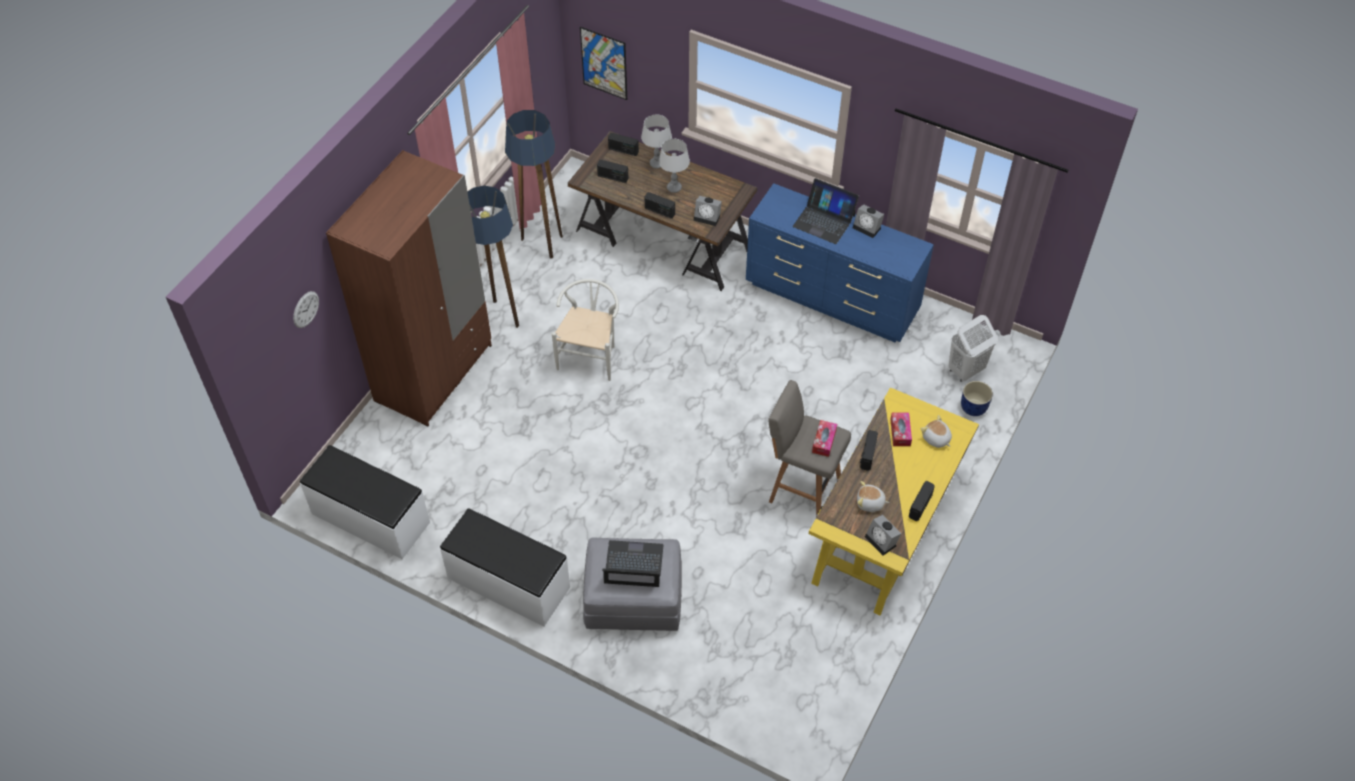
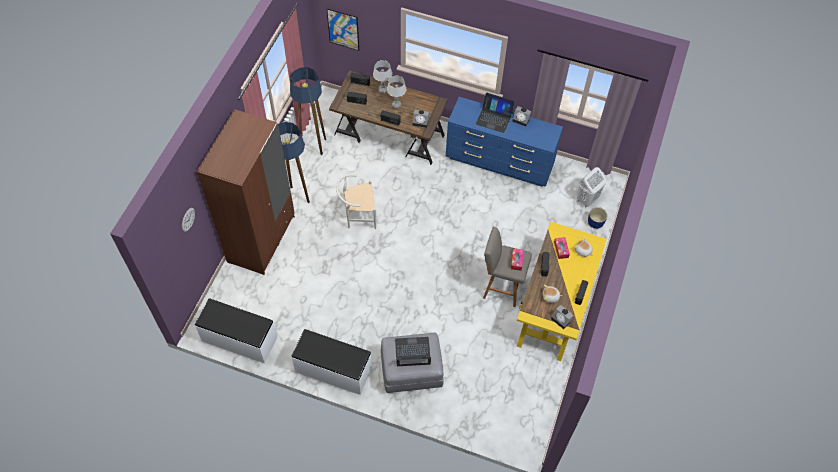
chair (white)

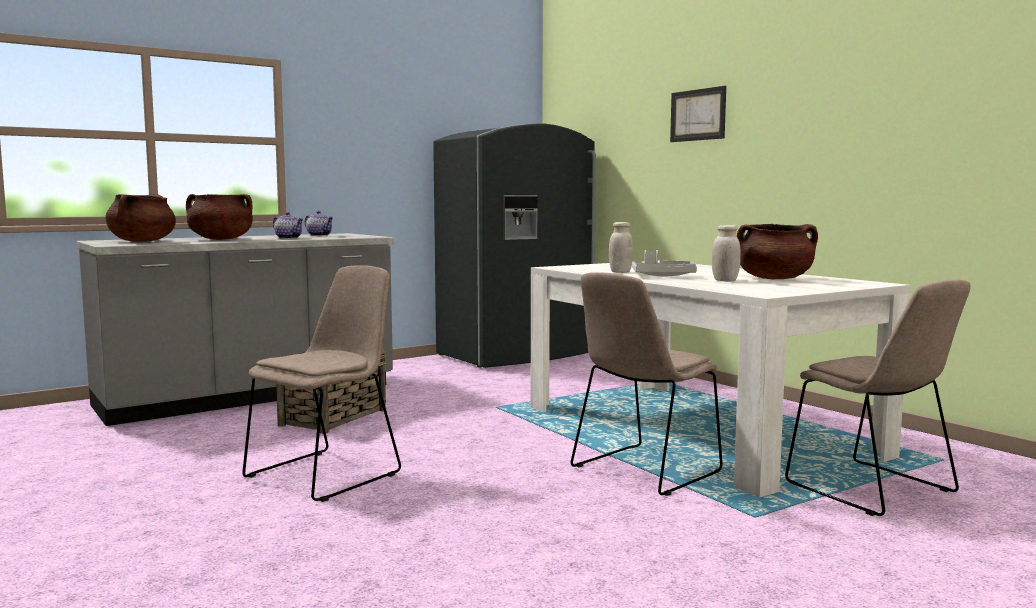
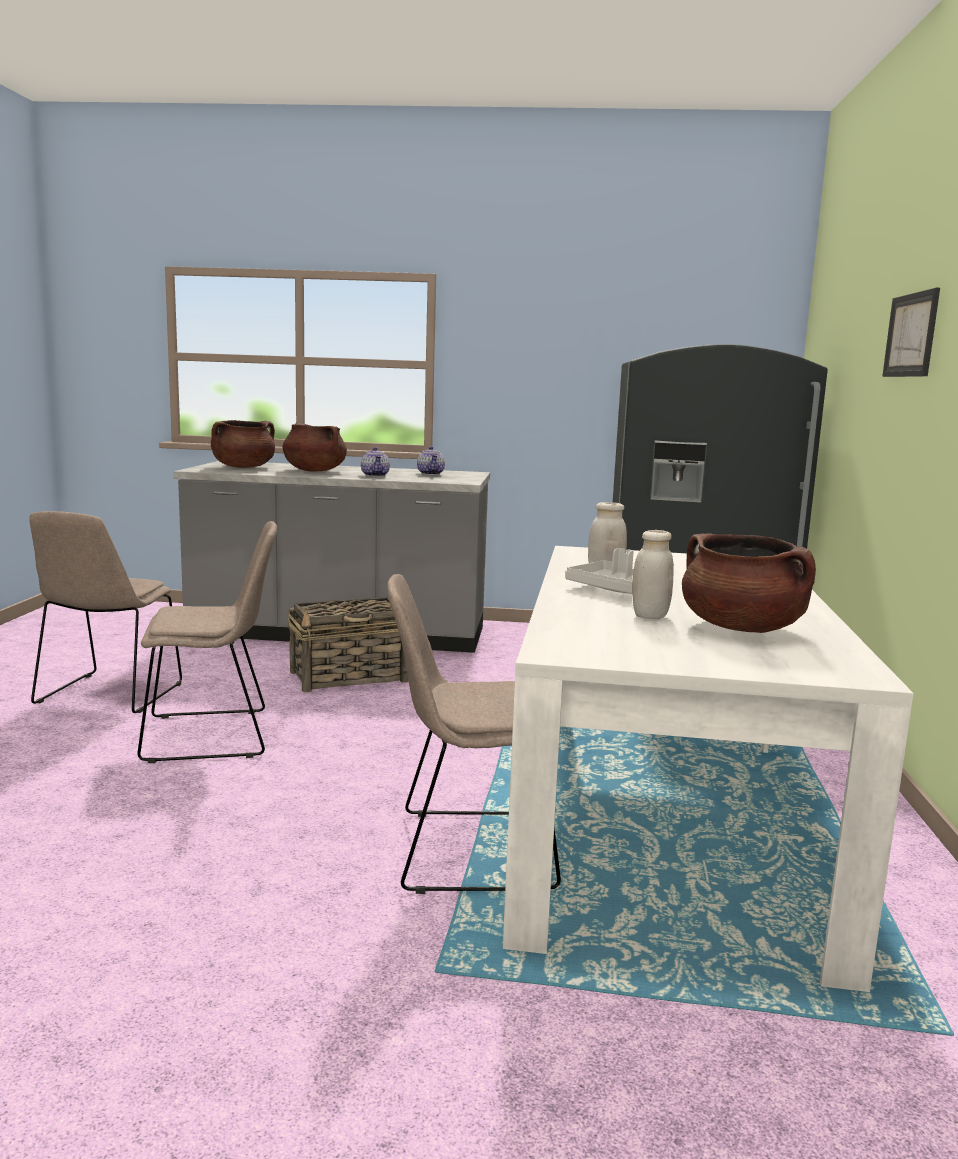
chair (beige) (no. 1 from left)

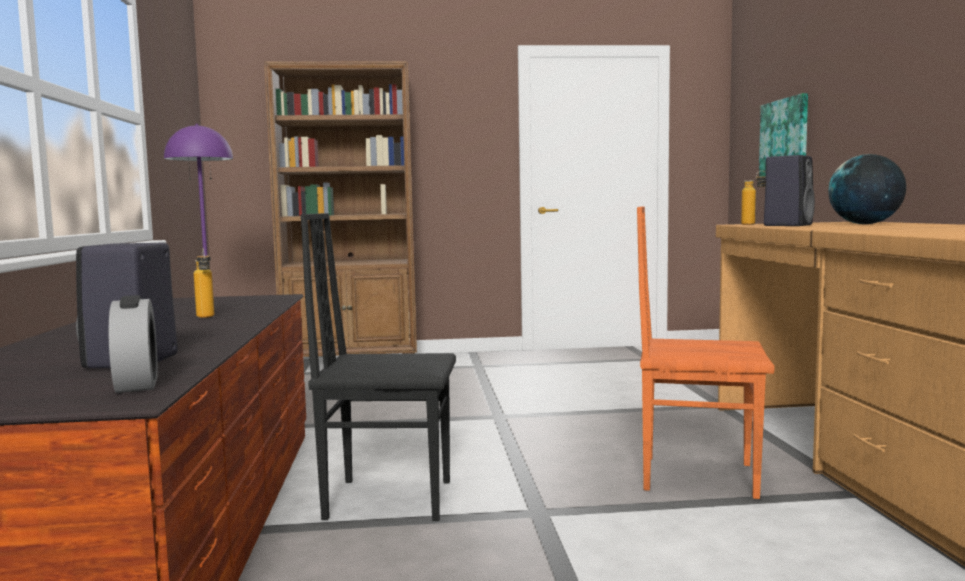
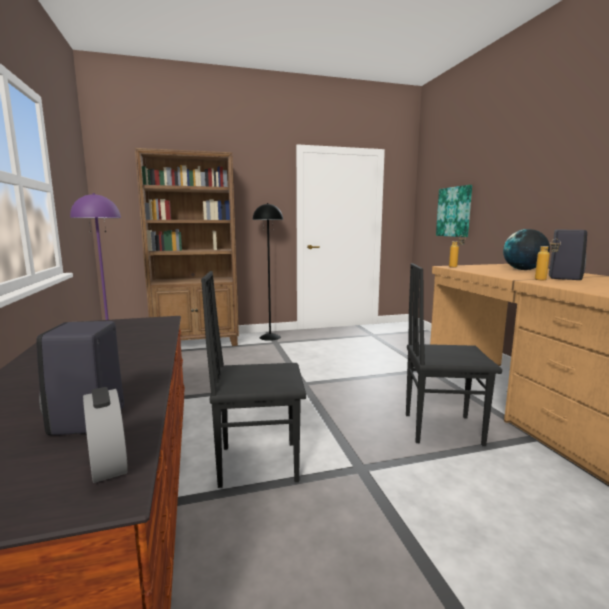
floor lamp (black); chair (black) (no. 2 from left); bottle (no. 2 from left); speaker (black) (no. 2 from left)

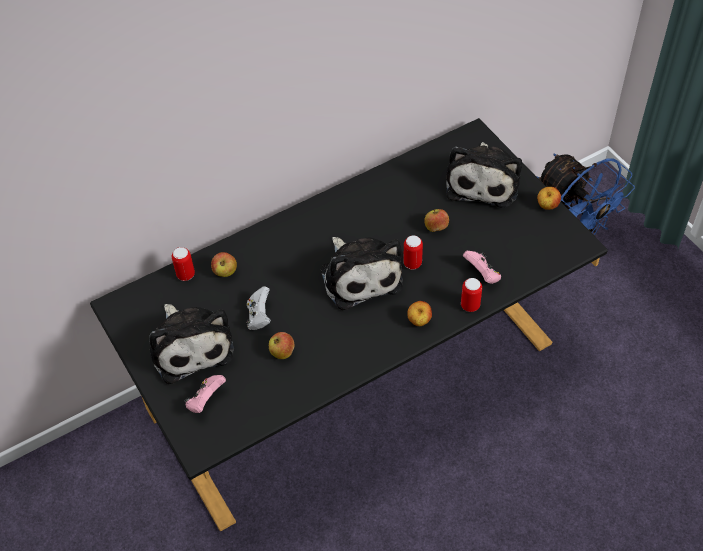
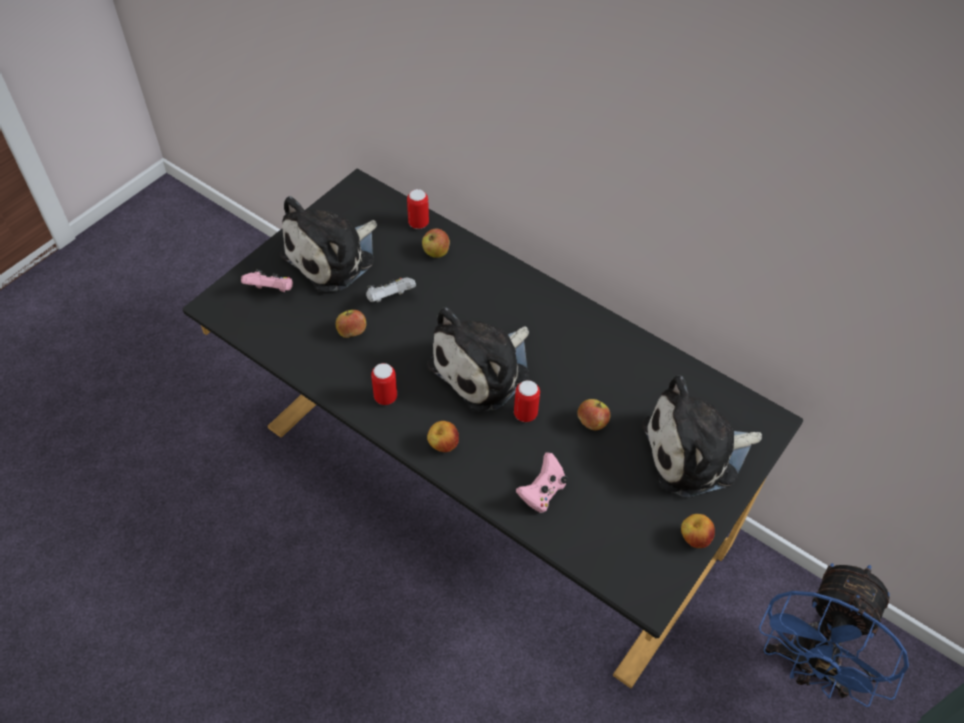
can (no. 1 from left)

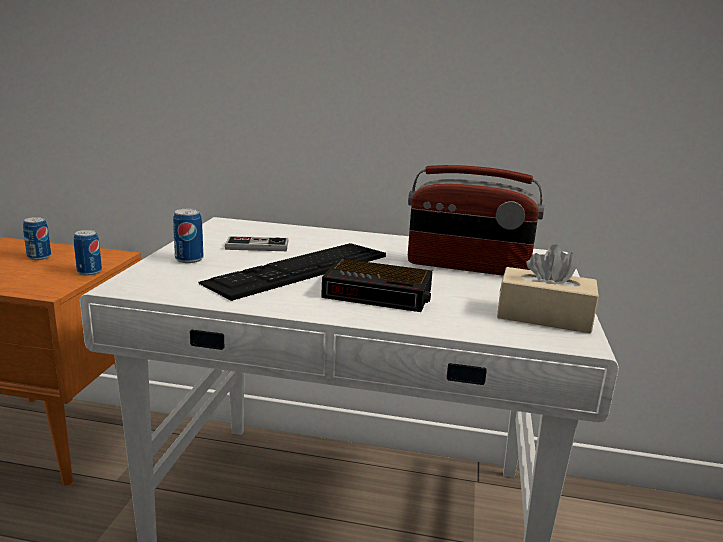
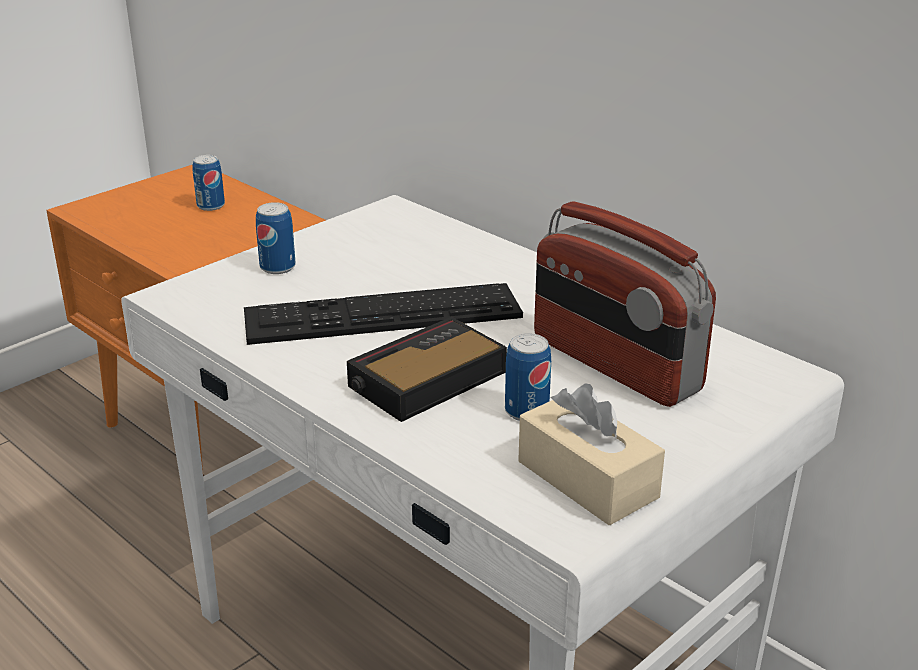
alarm clock; can (no. 3 from left); game controller

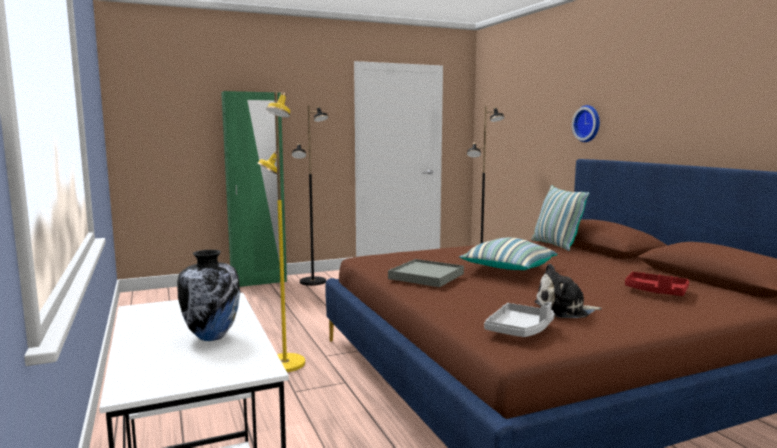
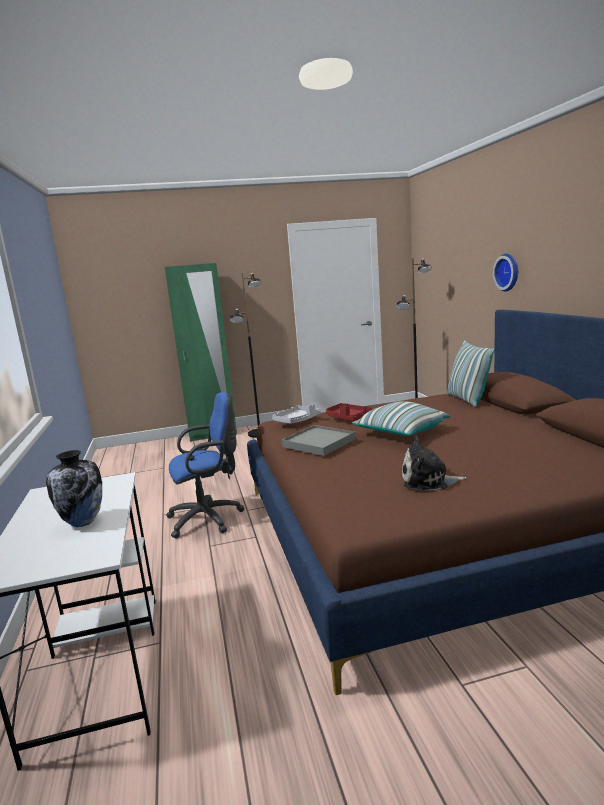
office chair (blue); tray (grey) (no. 1 from left); tray (red)

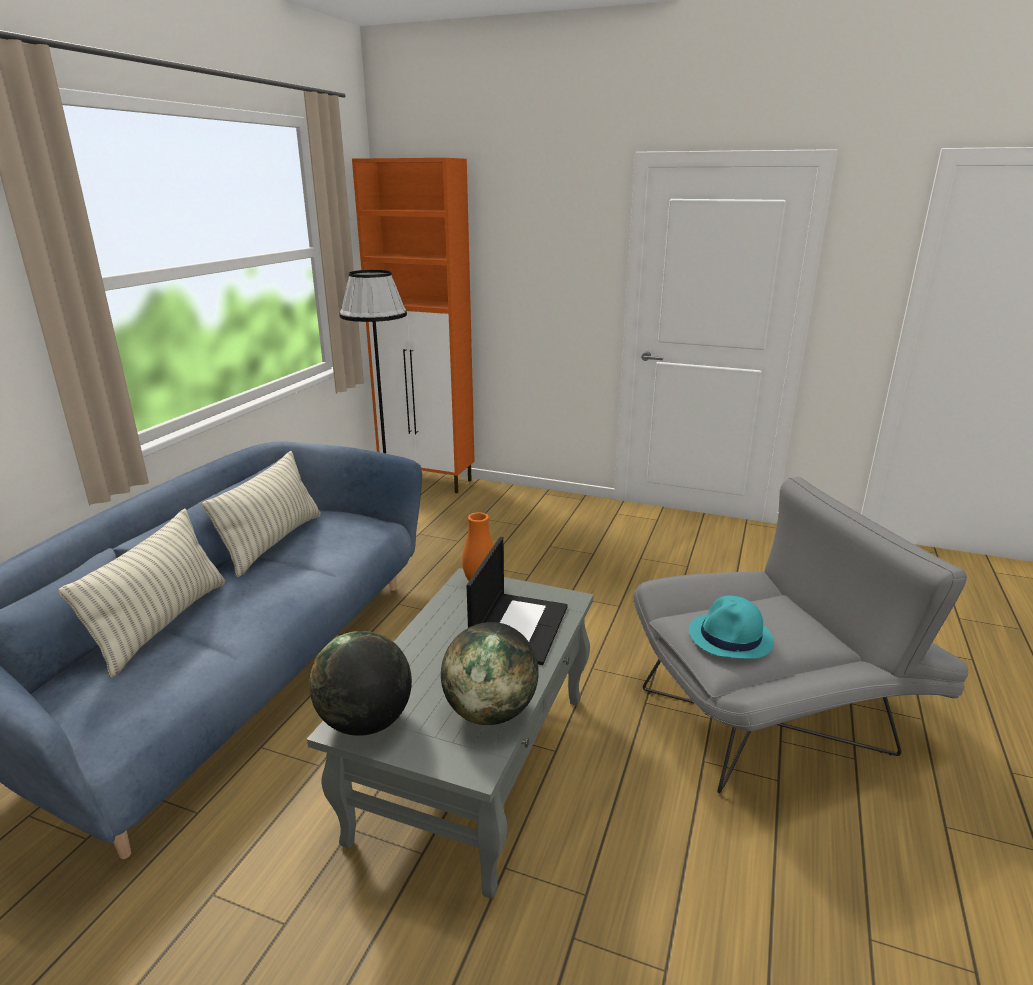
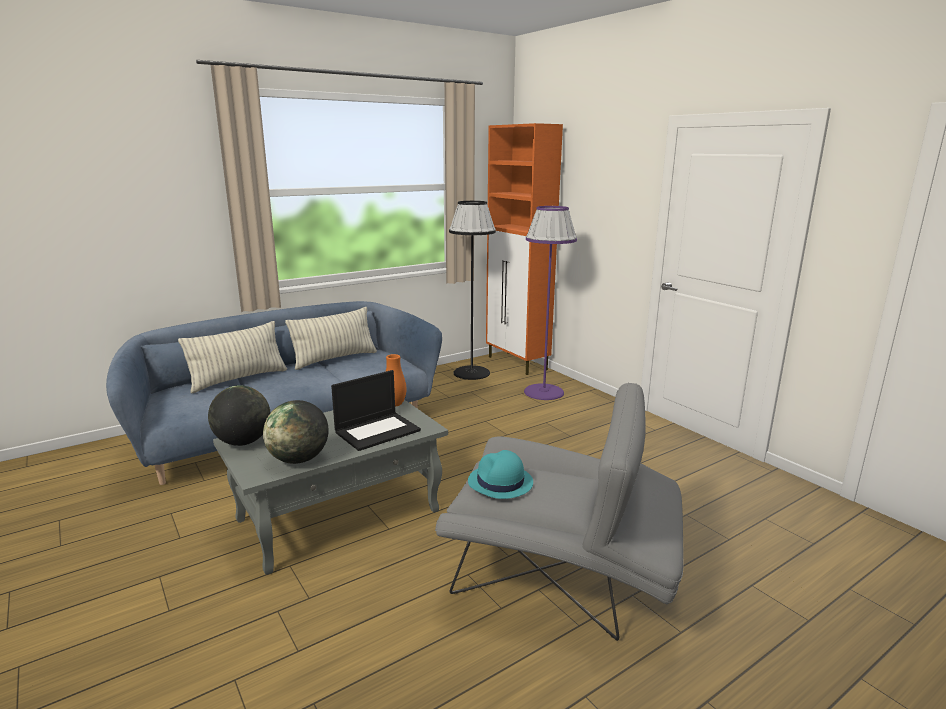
floor lamp (purple)

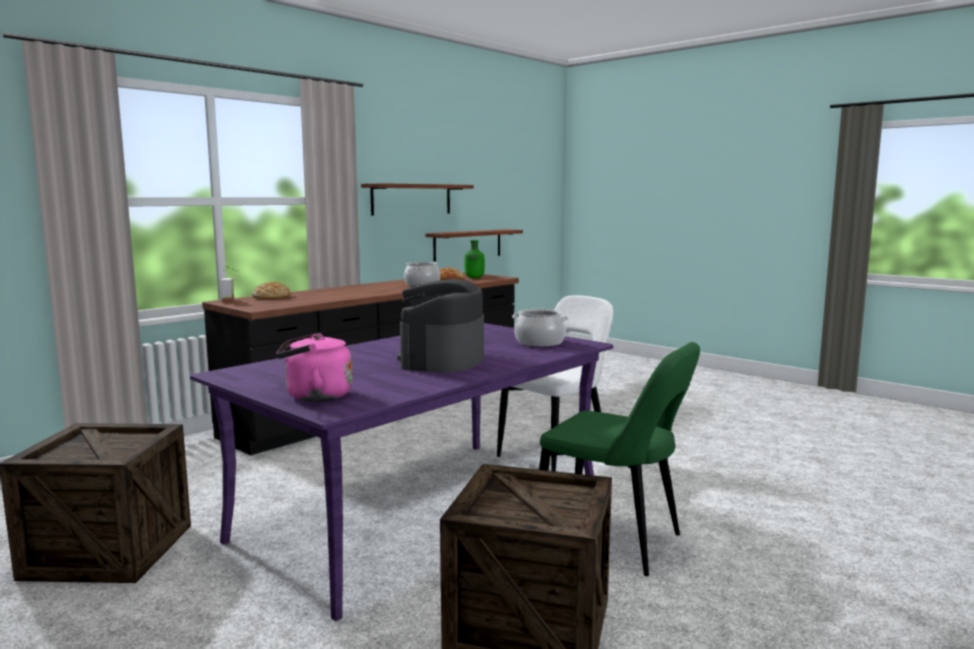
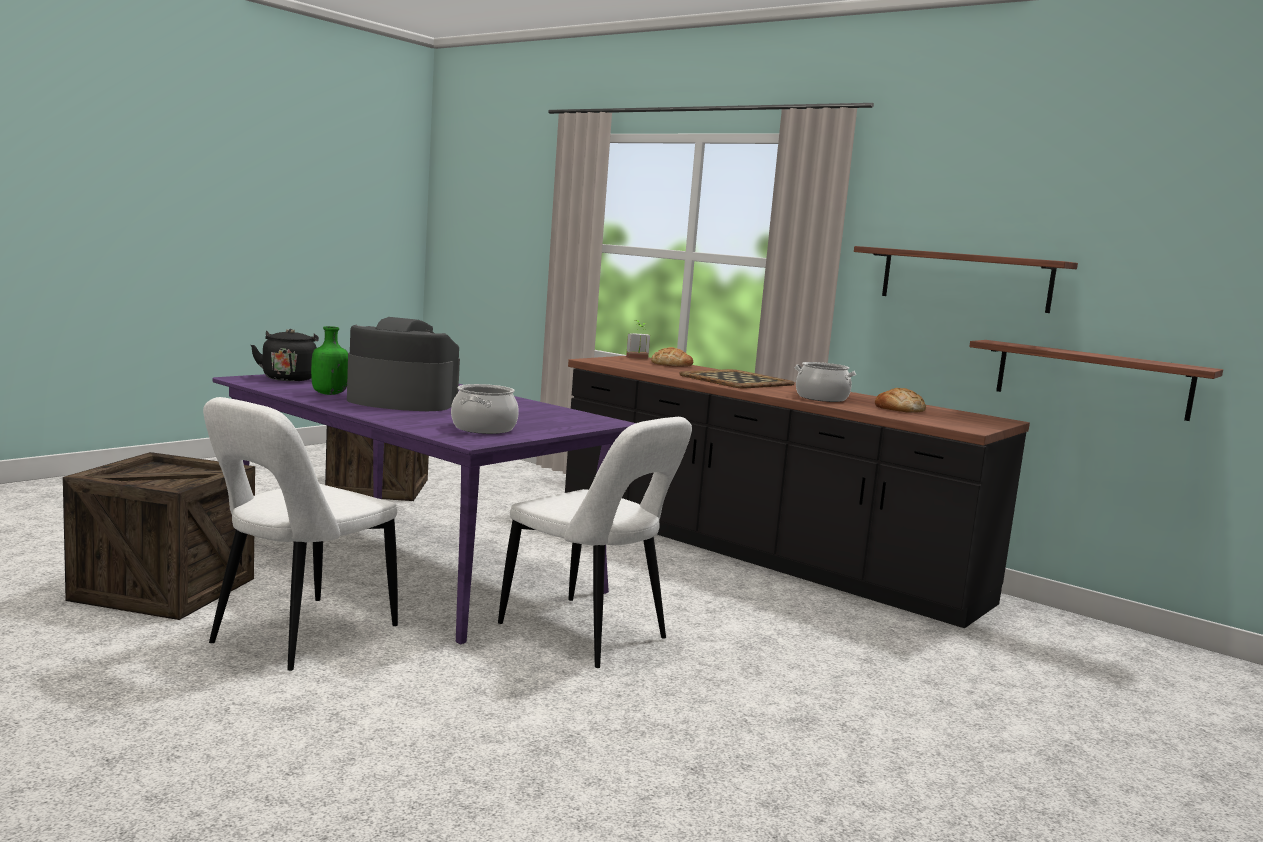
chair (white) (no. 1 from left); kettle (black); bottle (green); tray

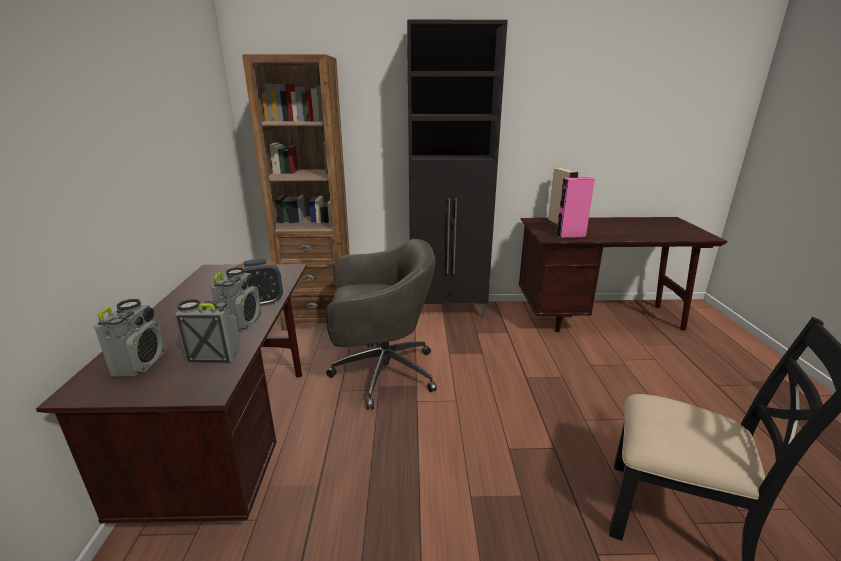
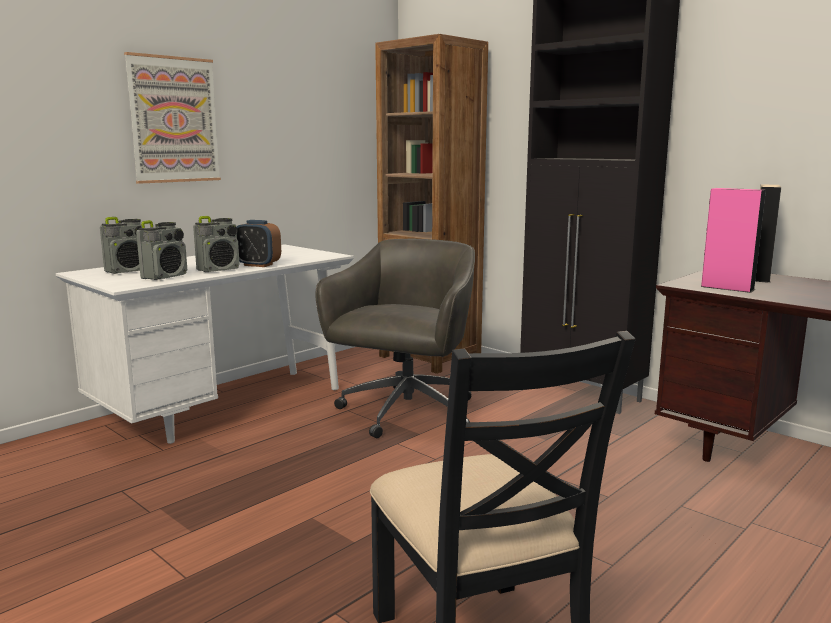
desk (white); picture; radio (no. 2 from left); office chair (grey)

